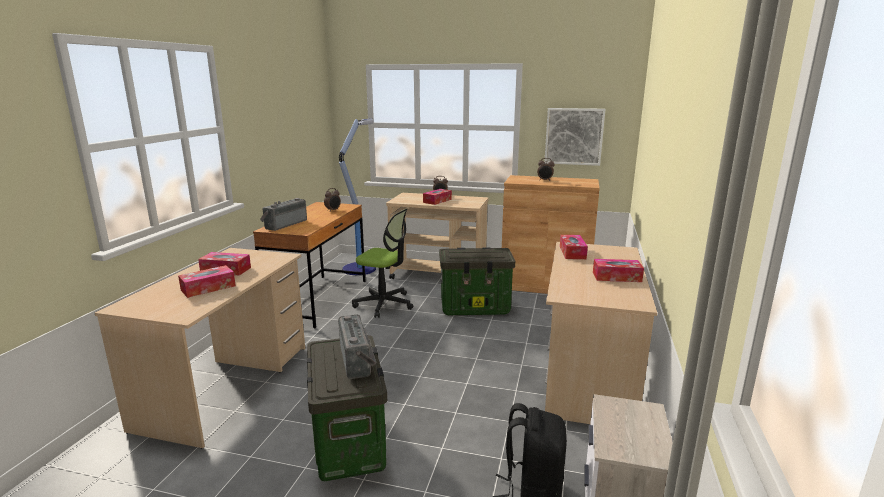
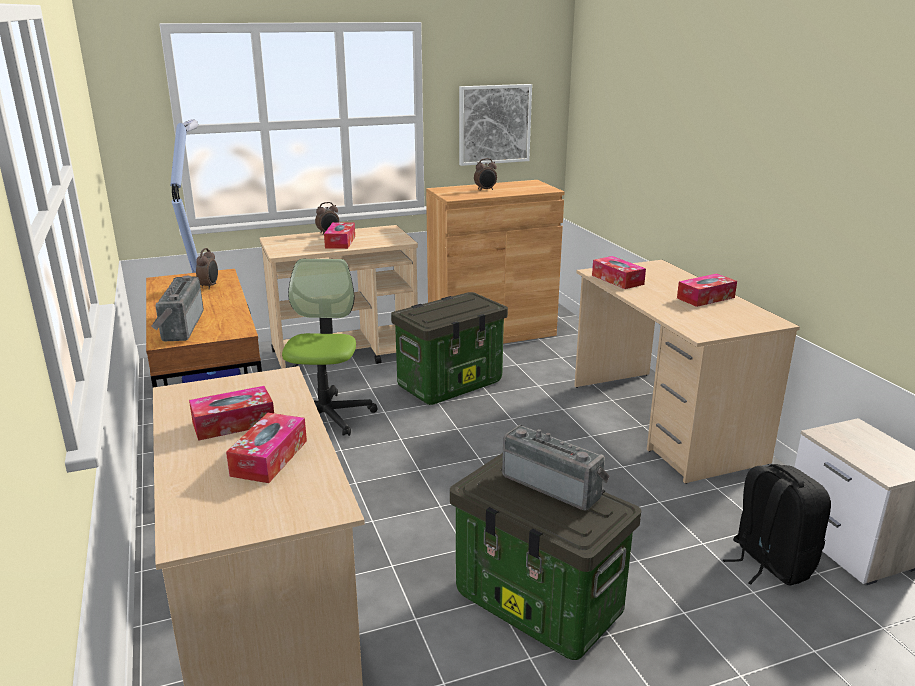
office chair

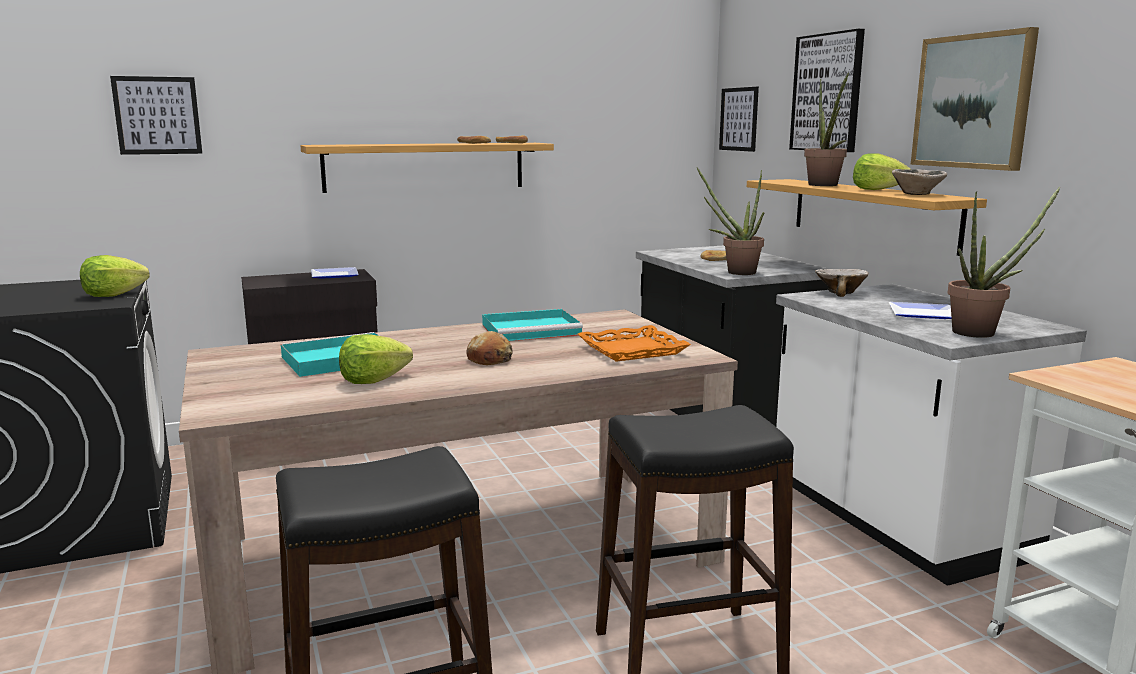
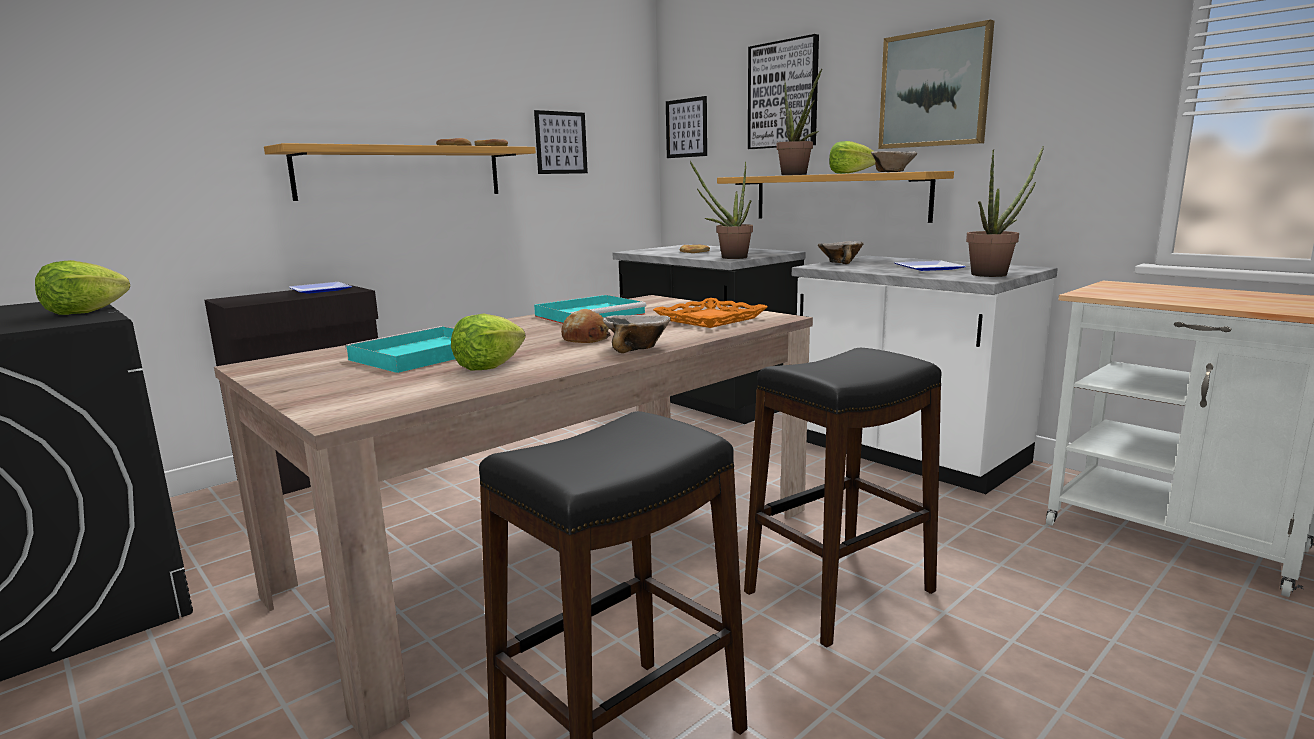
picture (no. 1 from left); bowl (no. 1 from left)

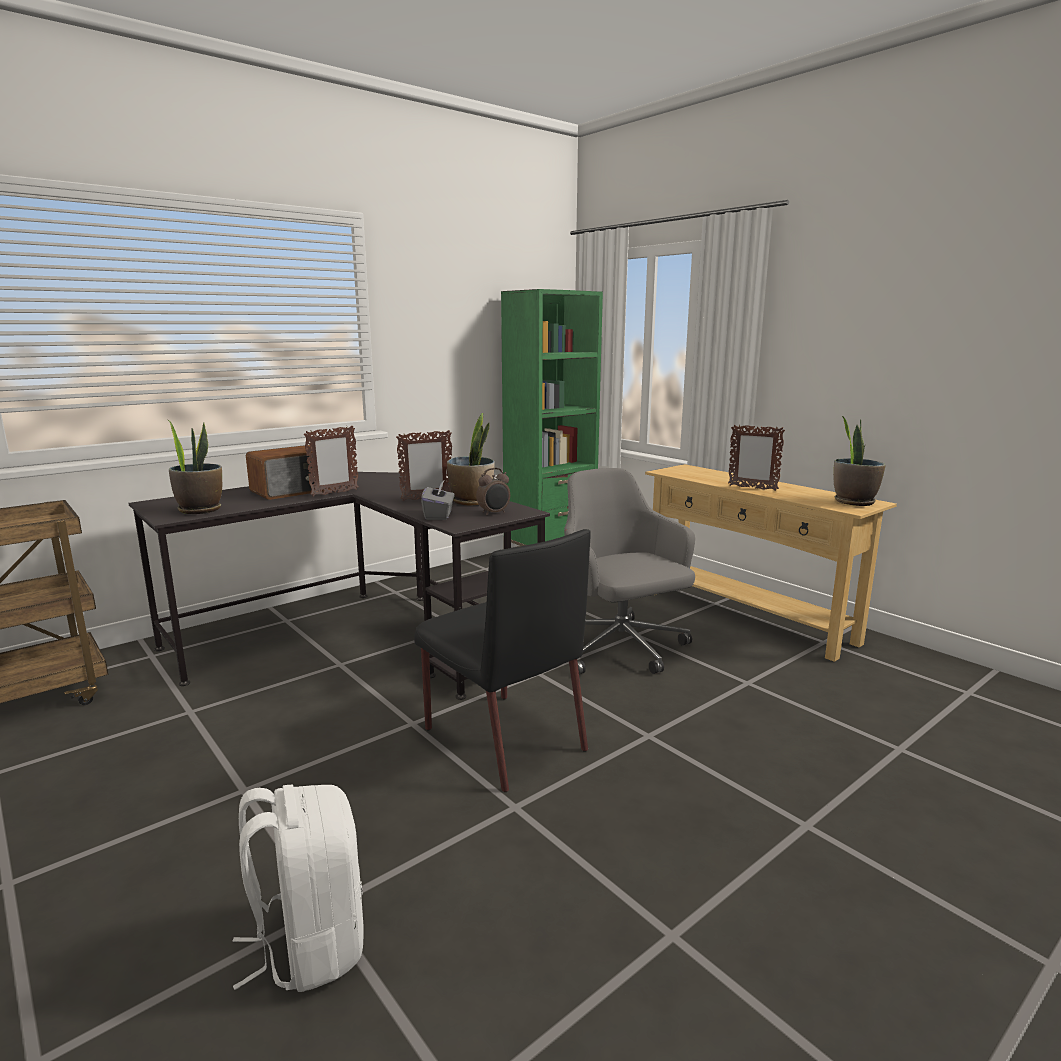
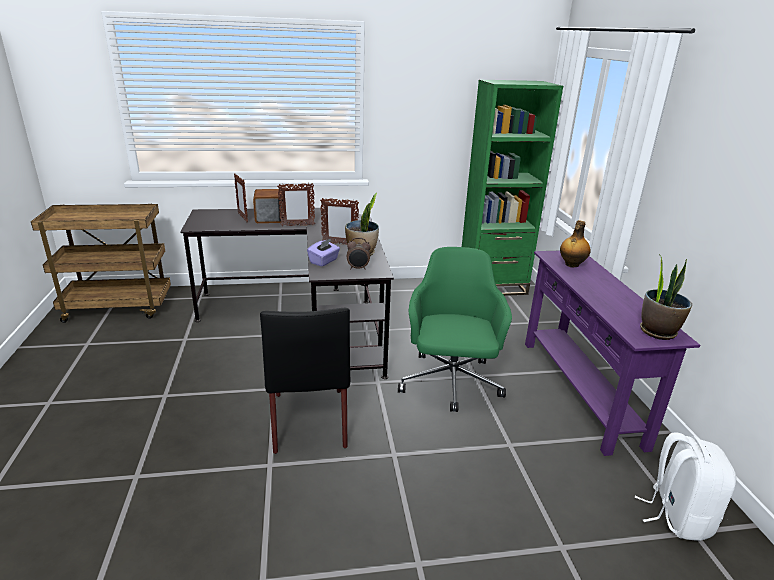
picture frame (no. 1 from left); tissue box (purple); office chair (green); console table (purple); bottle; backpack (white); potted plant (no. 1 from left in the first image)

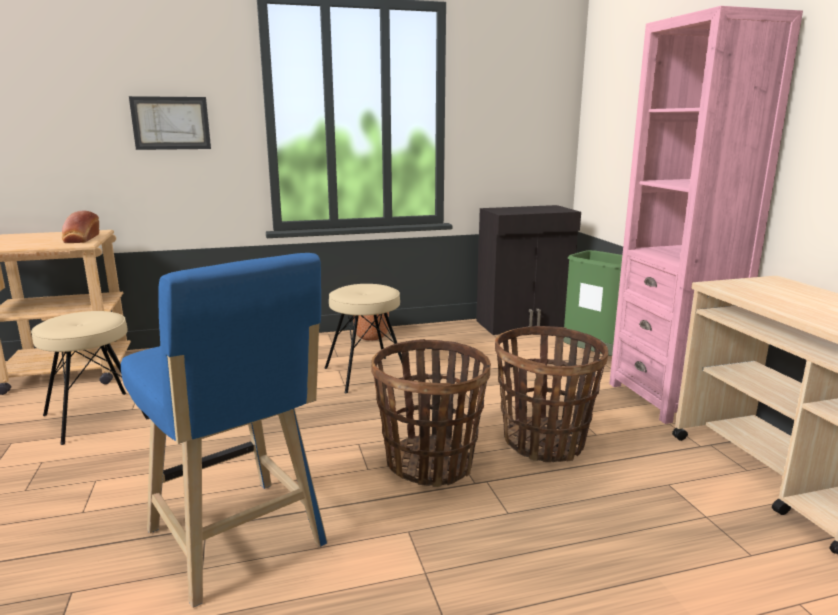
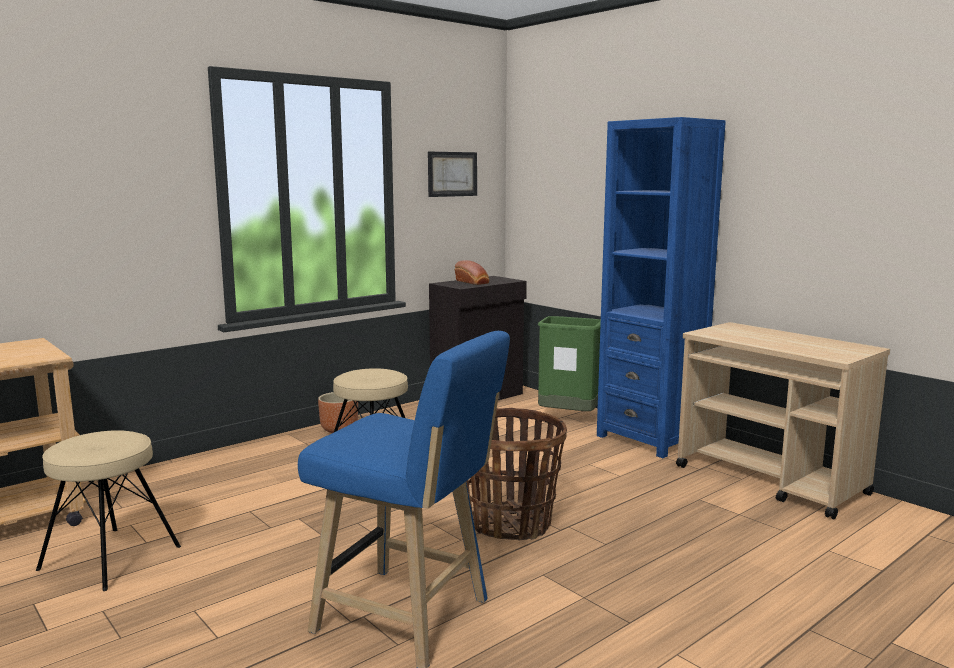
picture; bread; bookcase (blue); basket (no. 2 from left in the first image)

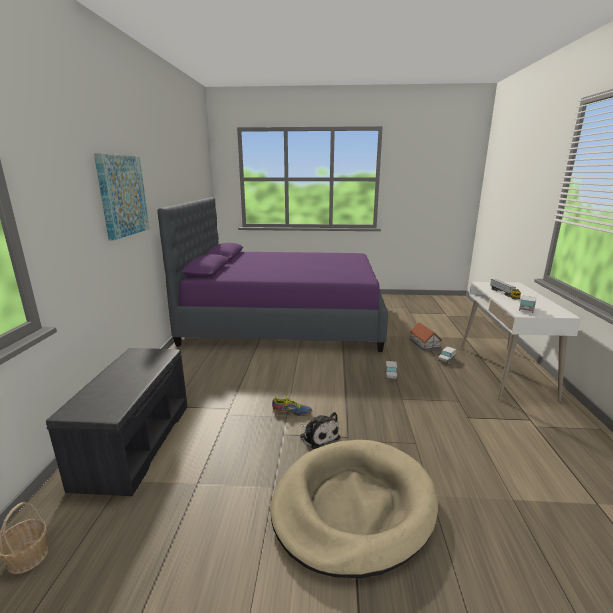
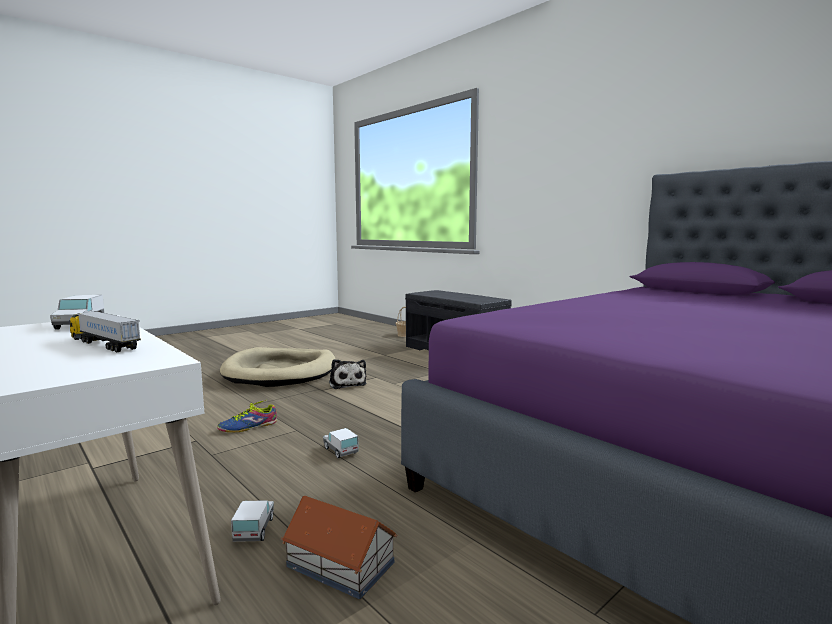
shoe; plush toy; picture

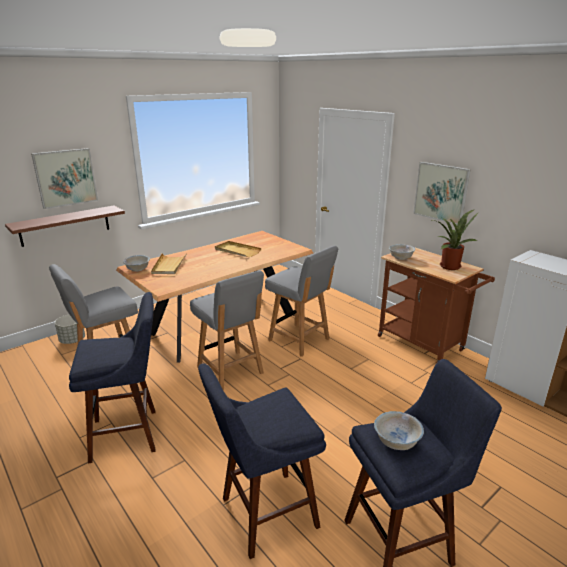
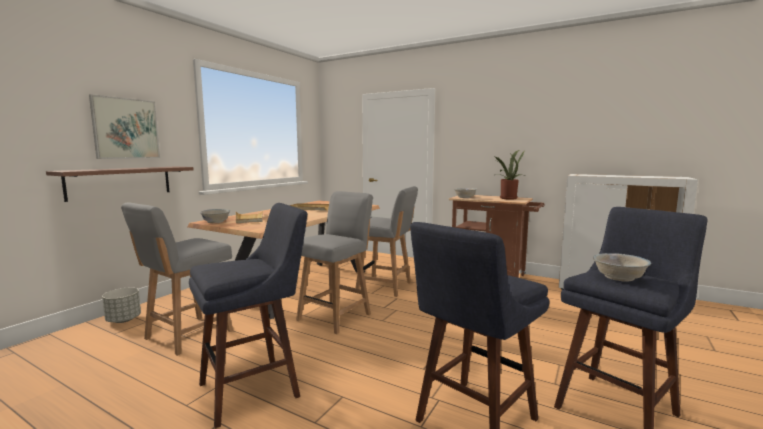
chair (grey) (no. 2 from left); picture (no. 2 from left in the first image)

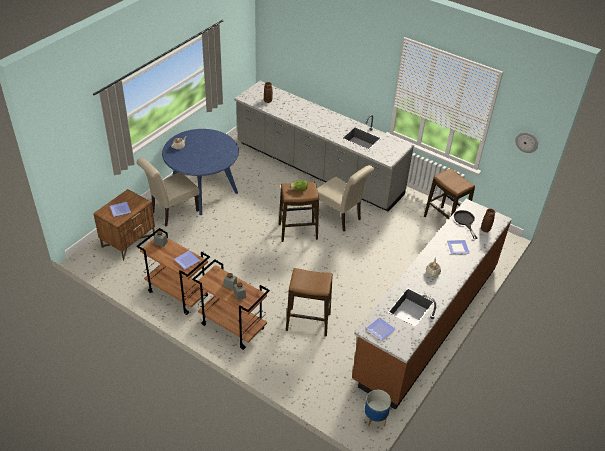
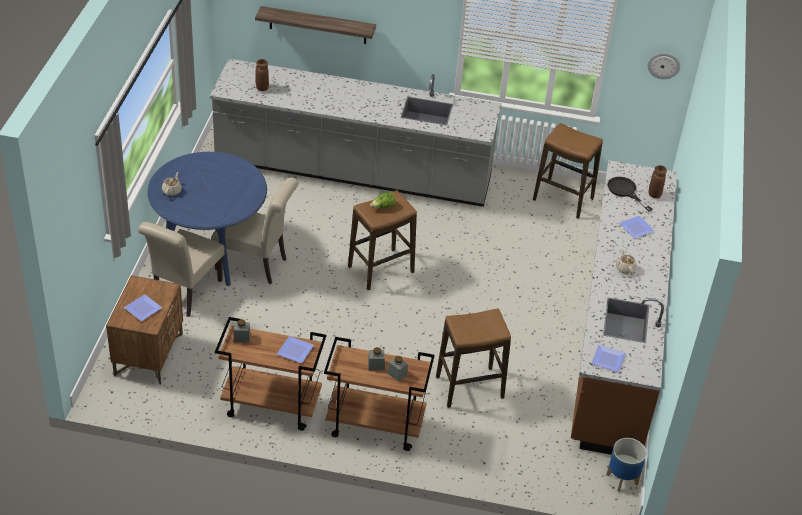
chair (beige) (no. 2 from left); shelf

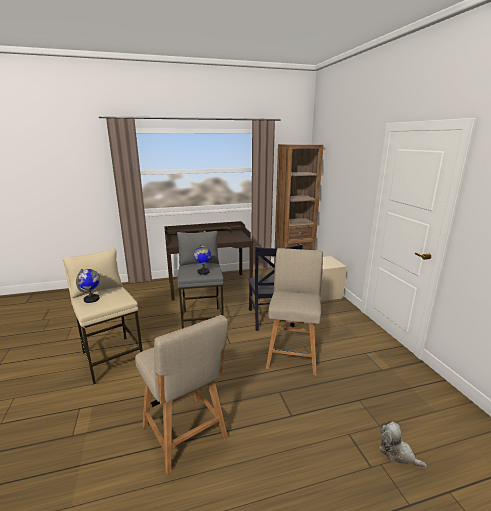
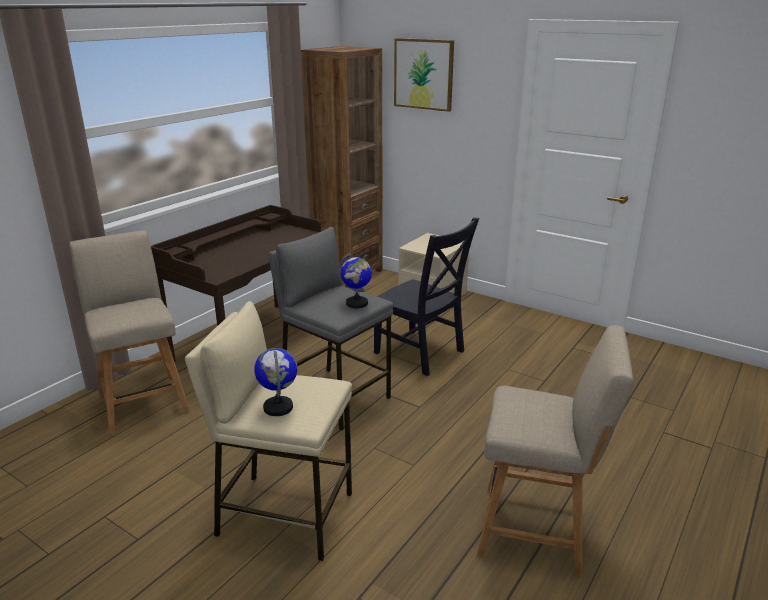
chair (beige) (no. 1 from left); picture; plush toy

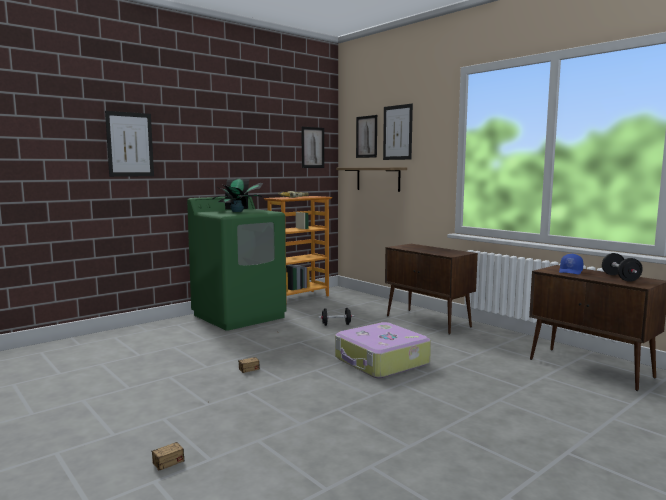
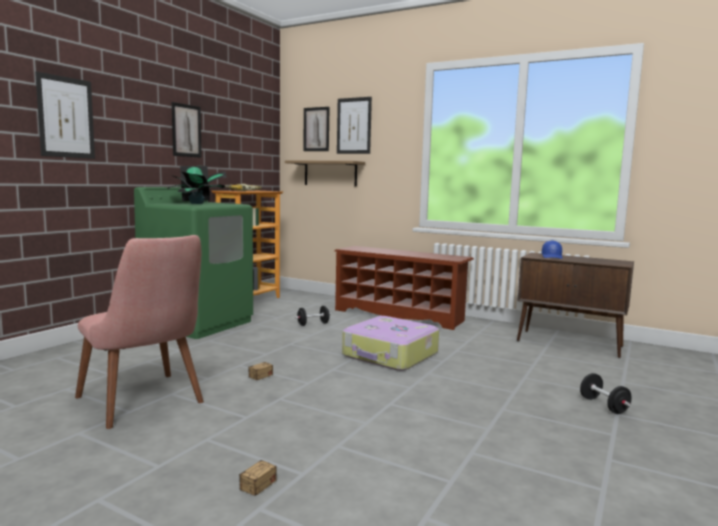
chair (pink); picture (no. 2 from left); shoe rack (brown); dumbbell (black) (no. 2 from left)

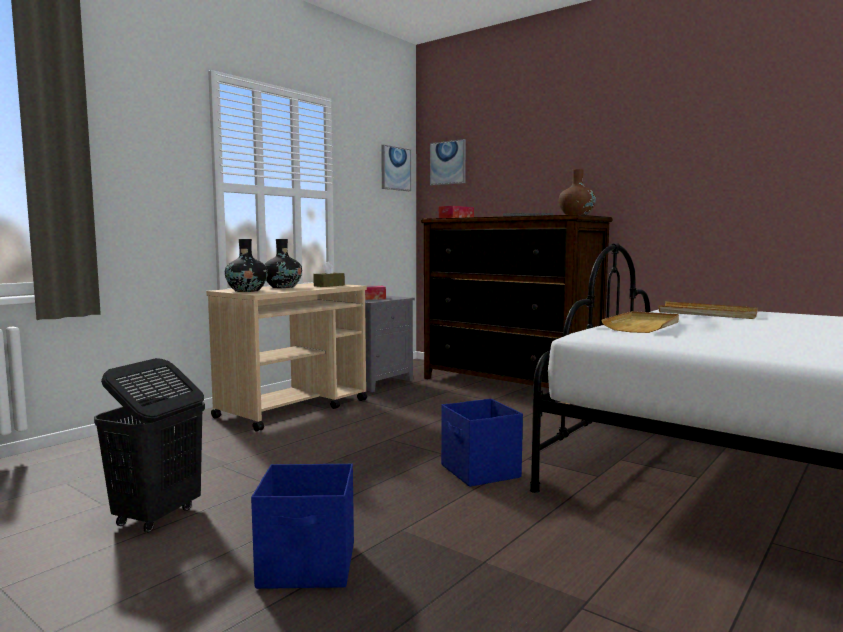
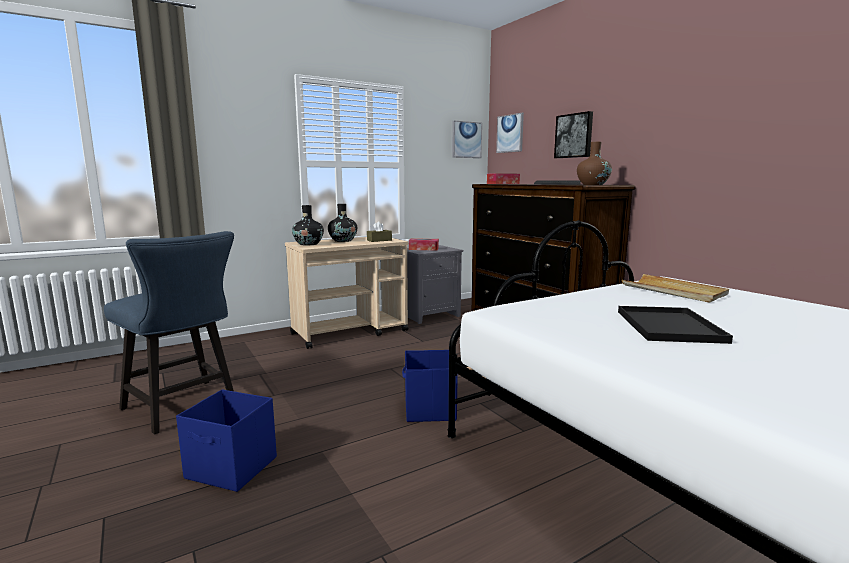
chair (blue); picture (no. 3 from left); tray (black); tray (beige) (no. 1 from left in the first image)

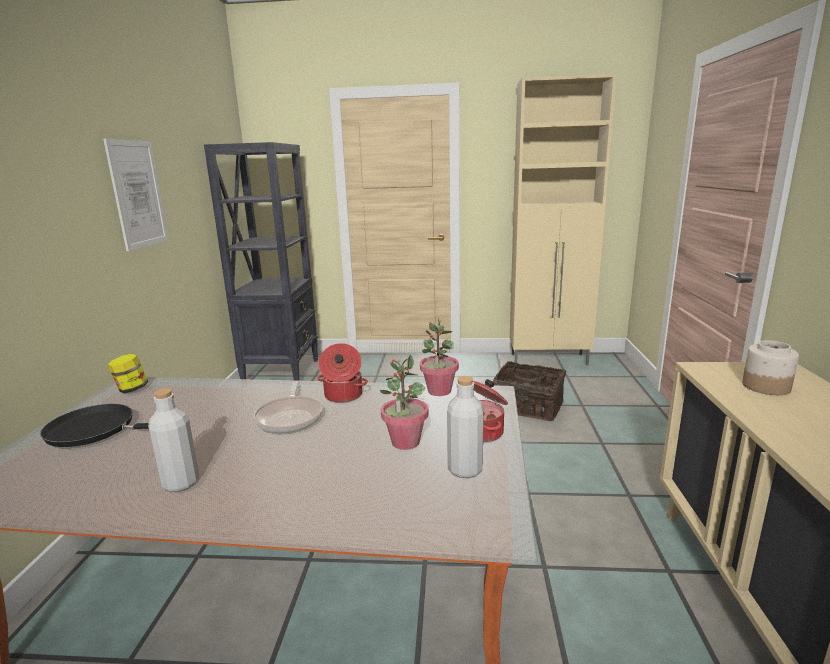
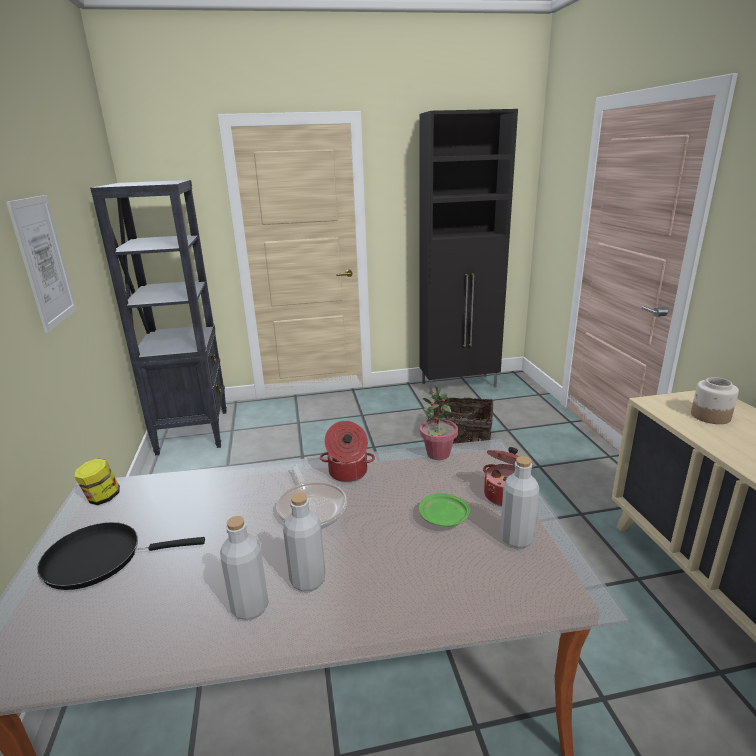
bottle (grey) (no. 2 from left); cabinet (black); plate (green)

